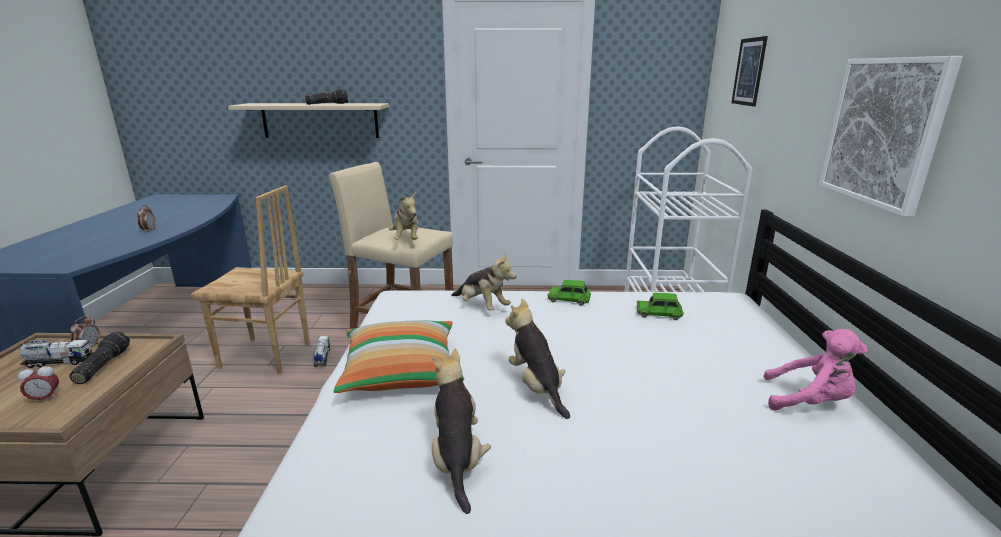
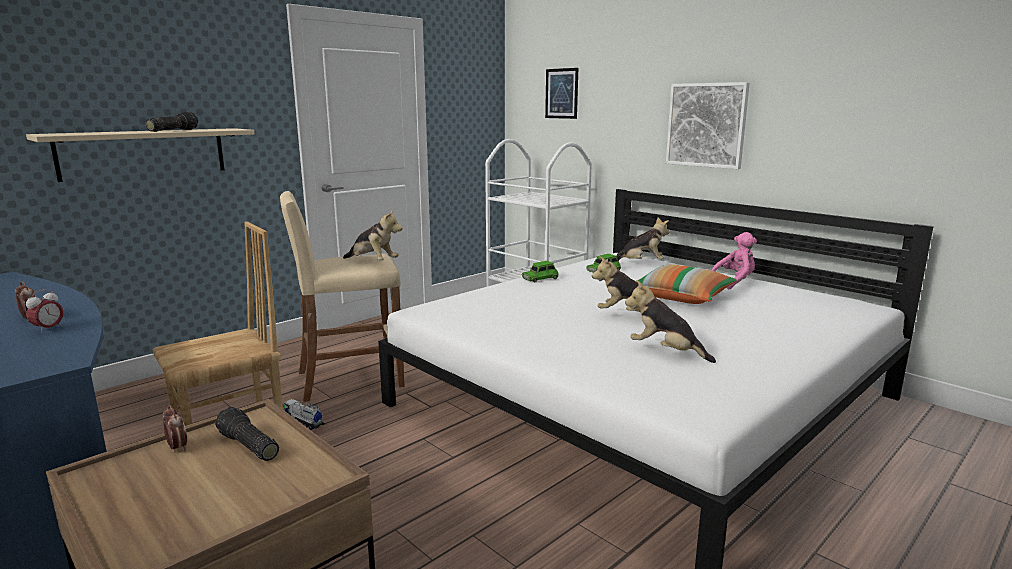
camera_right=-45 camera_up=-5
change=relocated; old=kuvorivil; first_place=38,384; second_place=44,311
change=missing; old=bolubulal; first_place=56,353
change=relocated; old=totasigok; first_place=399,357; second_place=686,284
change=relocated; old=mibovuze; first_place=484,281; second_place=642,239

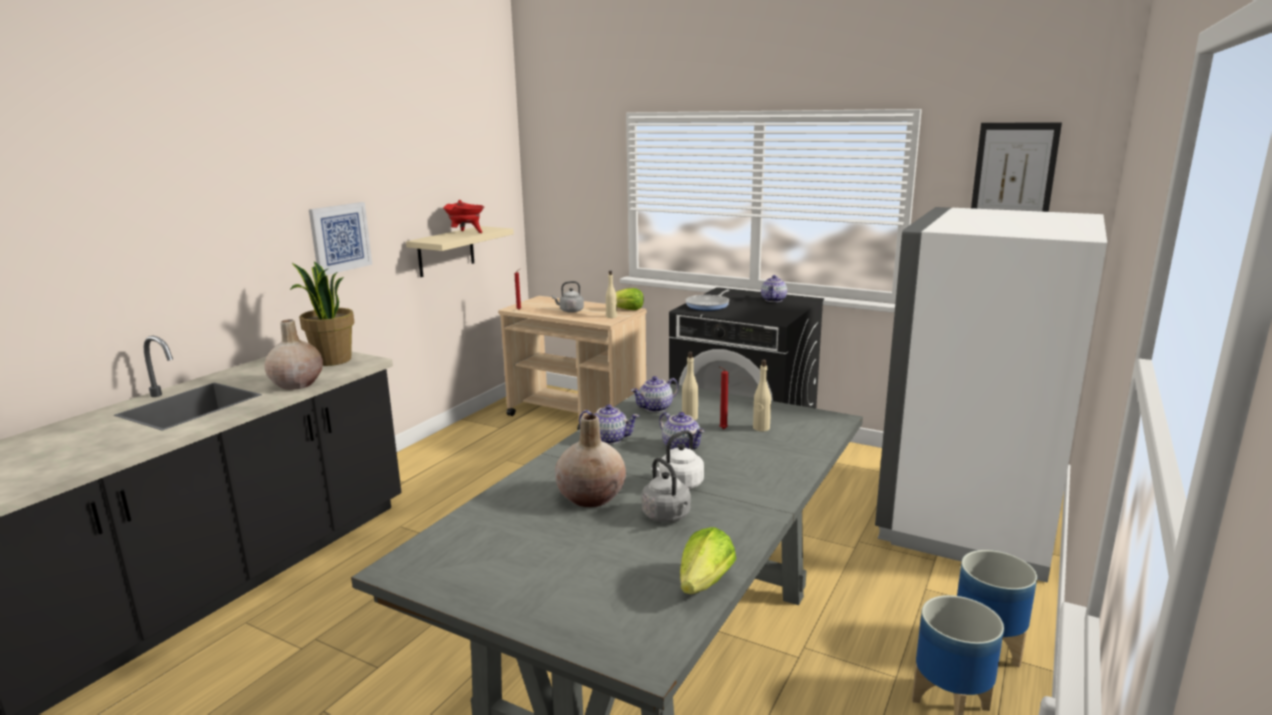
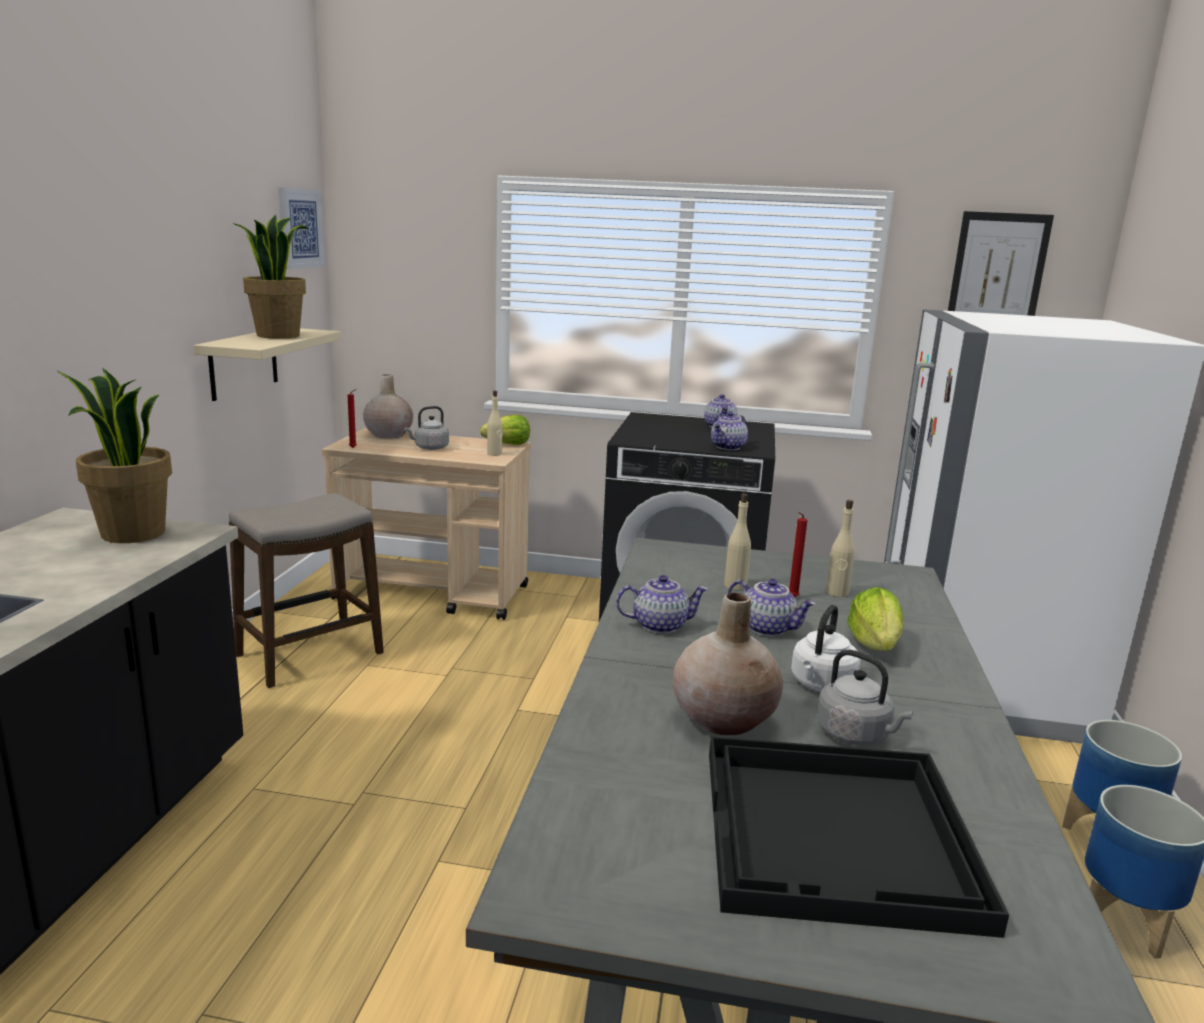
camera_right=-20 camera_up=0
change=relocated; old=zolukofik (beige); first_place=294,354; second_place=388,406
change=relocated; old=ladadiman; first_place=340,238; second_place=301,228
change=exchanged; old=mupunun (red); new=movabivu; first_place=463,216; second_place=271,276
change=relocated; old=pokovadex; first_place=655,394; second_place=729,431
change=relocated; old=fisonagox; first_place=708,560; second_place=875,619
change=missing; old=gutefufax; first_place=707,300
change=appeared; new=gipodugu; second_place=306,590
change=appeared; new=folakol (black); second_place=859,837

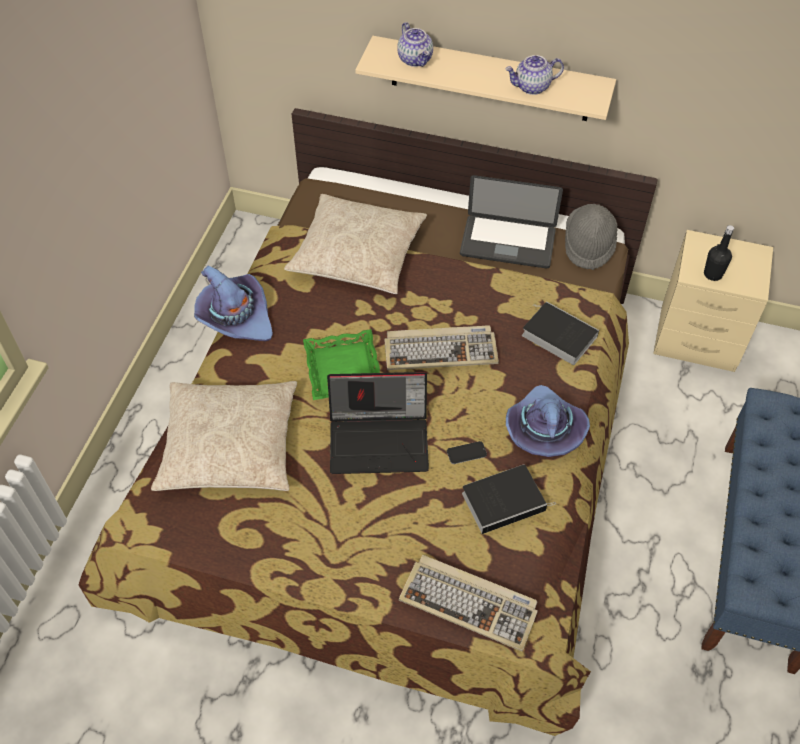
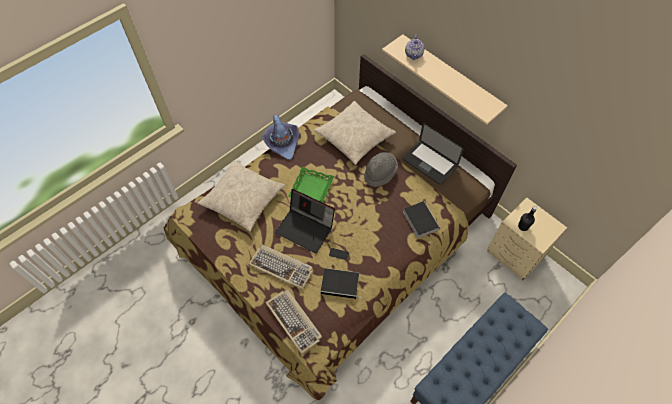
camera_right=30 camera_up=5
change=relocated; old=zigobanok; first_place=441,348; second_place=281,267
change=missing; old=pokovadex; first_place=535,75
change=missing; old=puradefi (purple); first_place=548,421
change=relocated; old=puradefi (grey); first_place=591,237; second_place=381,169

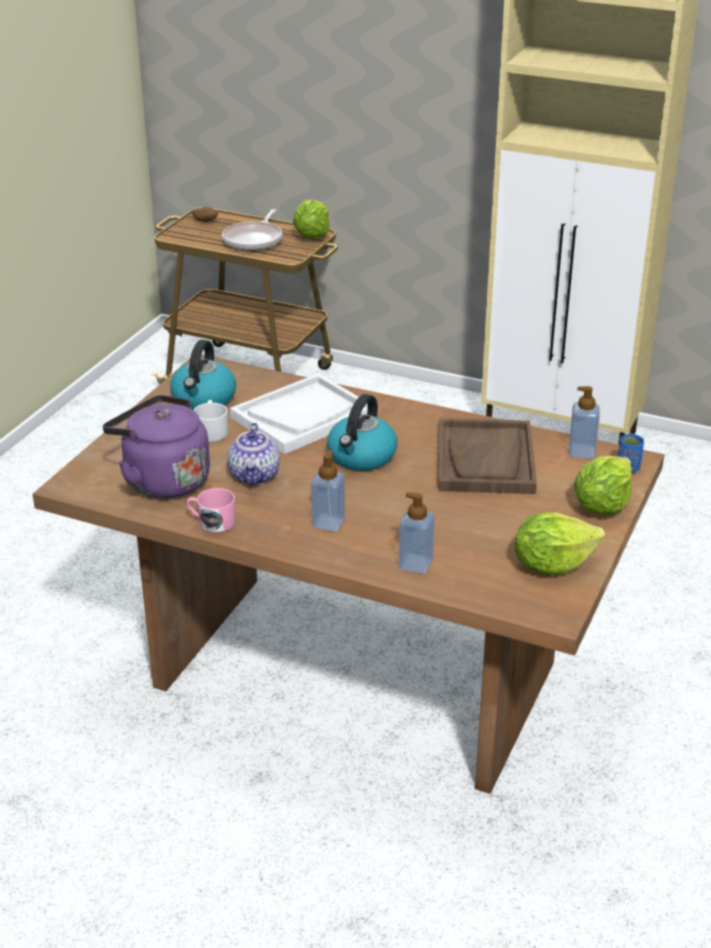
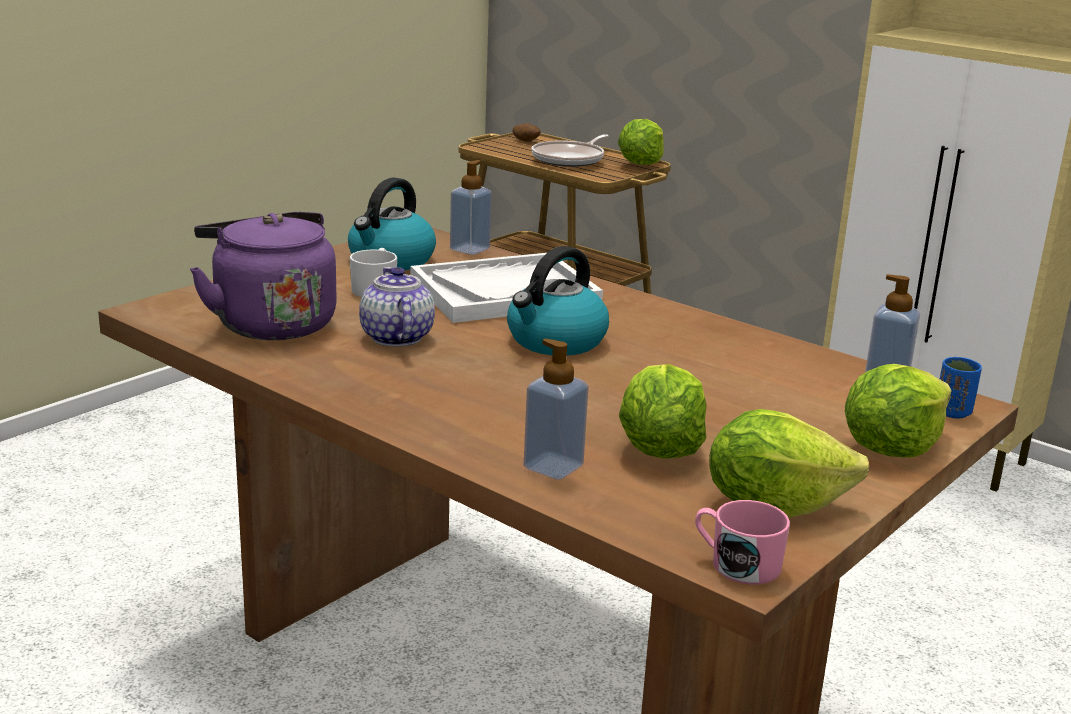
camera_right=15 camera_up=-10
change=relocated; old=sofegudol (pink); first_place=211,510; second_place=742,542
change=spun; old=pokovadex; first_place=253,454; second_place=397,307; degrees=150
change=relocated; old=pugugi; first_place=328,491; second_place=471,207
change=missing; old=folakol (brown); first_place=487,456
change=appeared; new=fisonagox; second_place=663,411

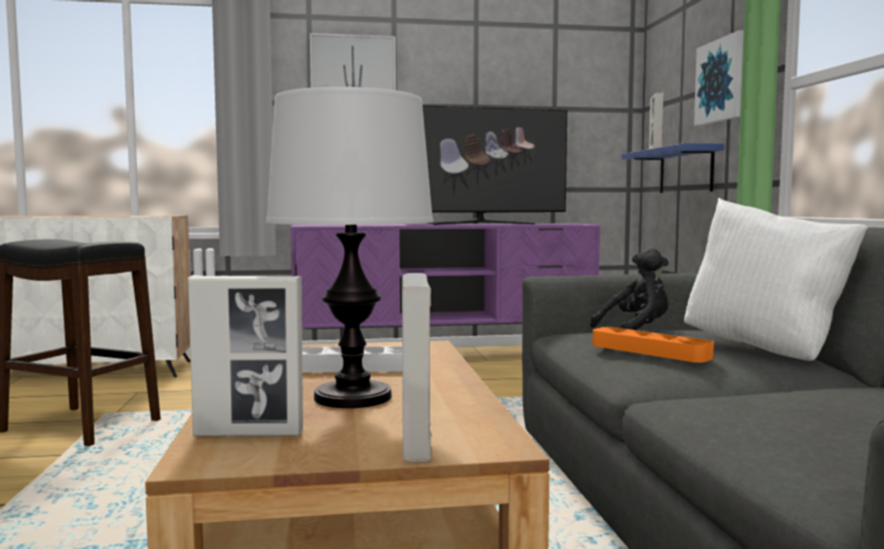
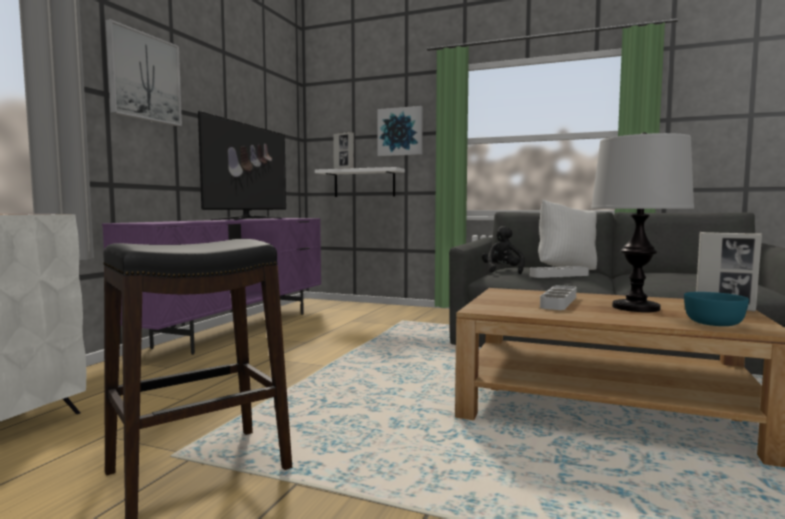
camera_right=-60 camera_up=0
change=exchanged; old=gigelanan; new=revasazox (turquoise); first_place=245,355; second_place=716,309
change=colour; old=folakol (orange); new=folakol (grey); first_place=653,345; second_place=559,272
change=colour; old=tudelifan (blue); new=tudelifan (white); first_place=673,168; second_place=360,182

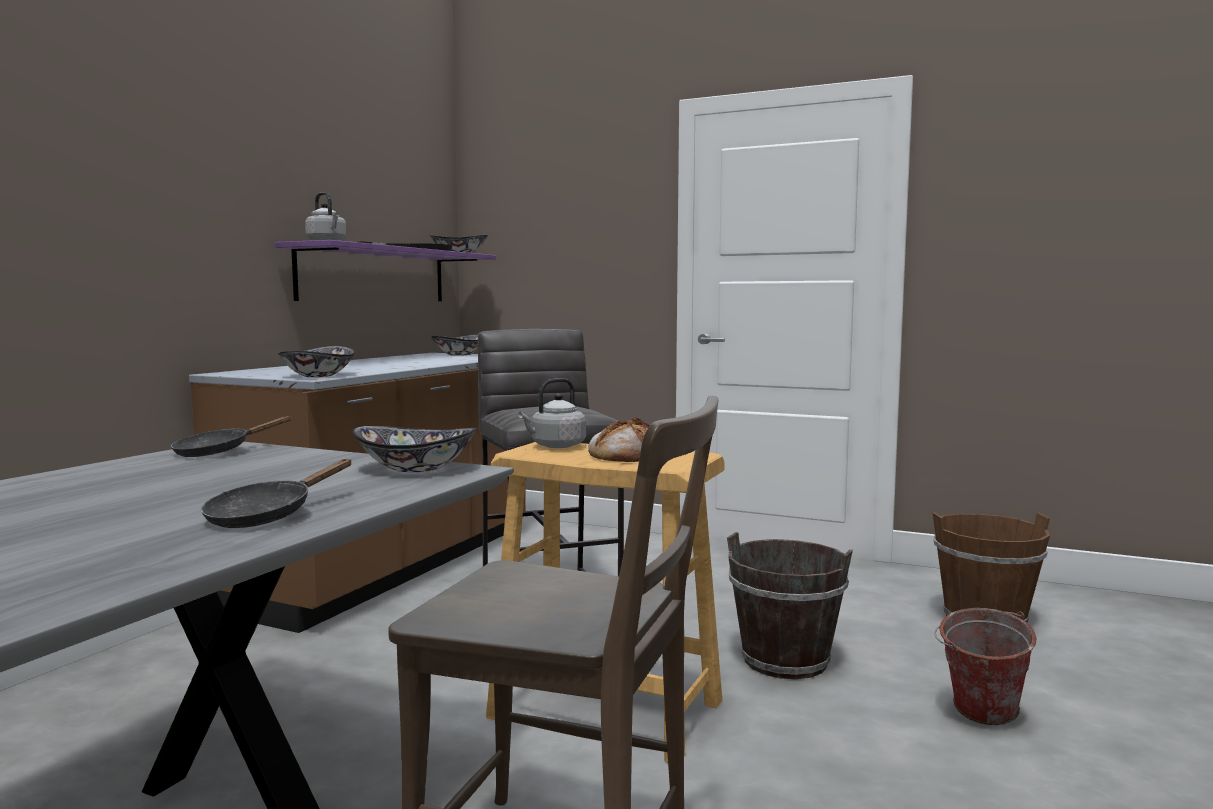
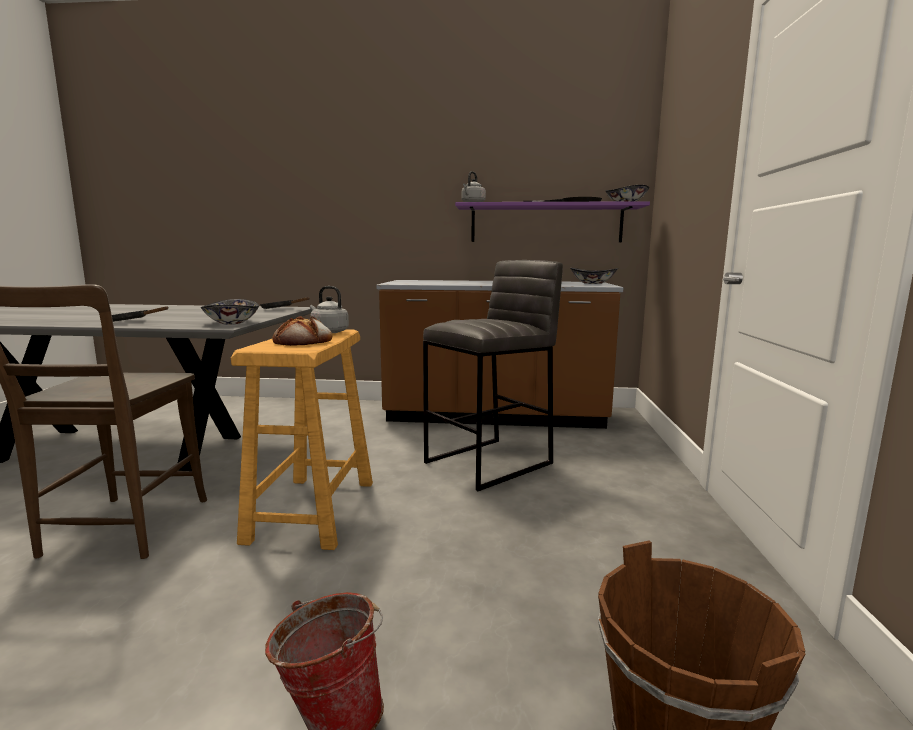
camera_right=70 camera_up=5
change=missing; old=revasazox; first_place=316,361
change=missing; old=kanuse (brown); first_place=790,605

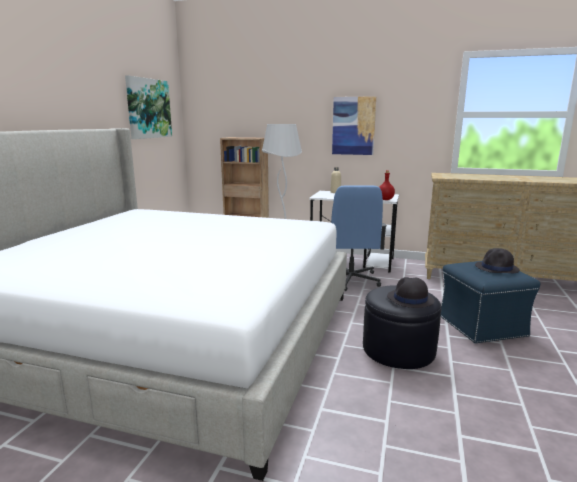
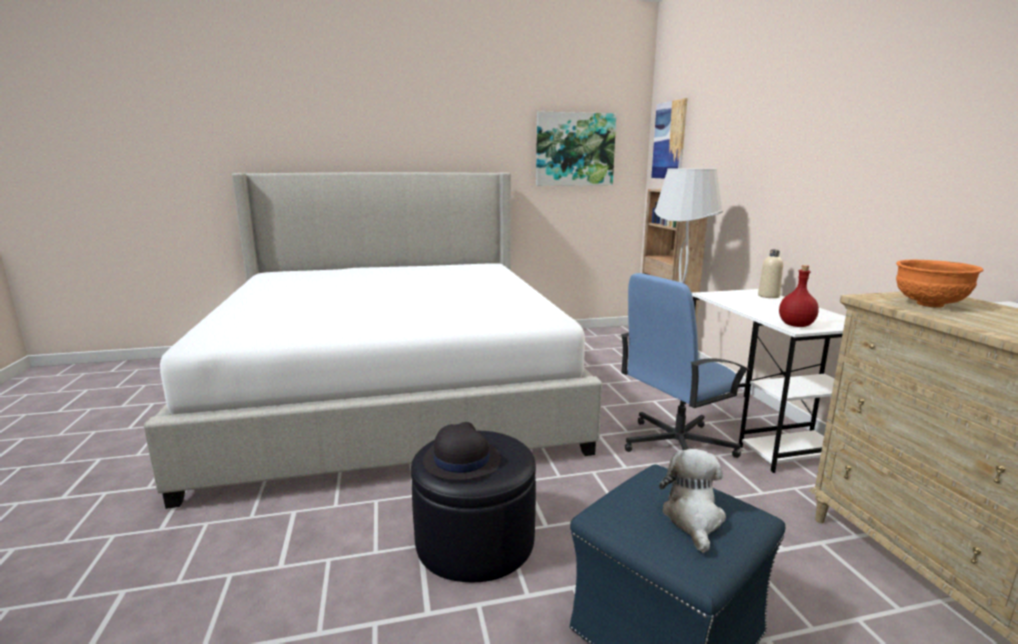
camera_right=60 camera_up=0
change=relocated; old=ladadiman; first_place=354,125; second_place=669,138
change=exchanged; old=puradefi (black); new=mibovuze; first_place=497,260; second_place=692,501
change=appeared; new=revasazox (orange); second_place=939,284

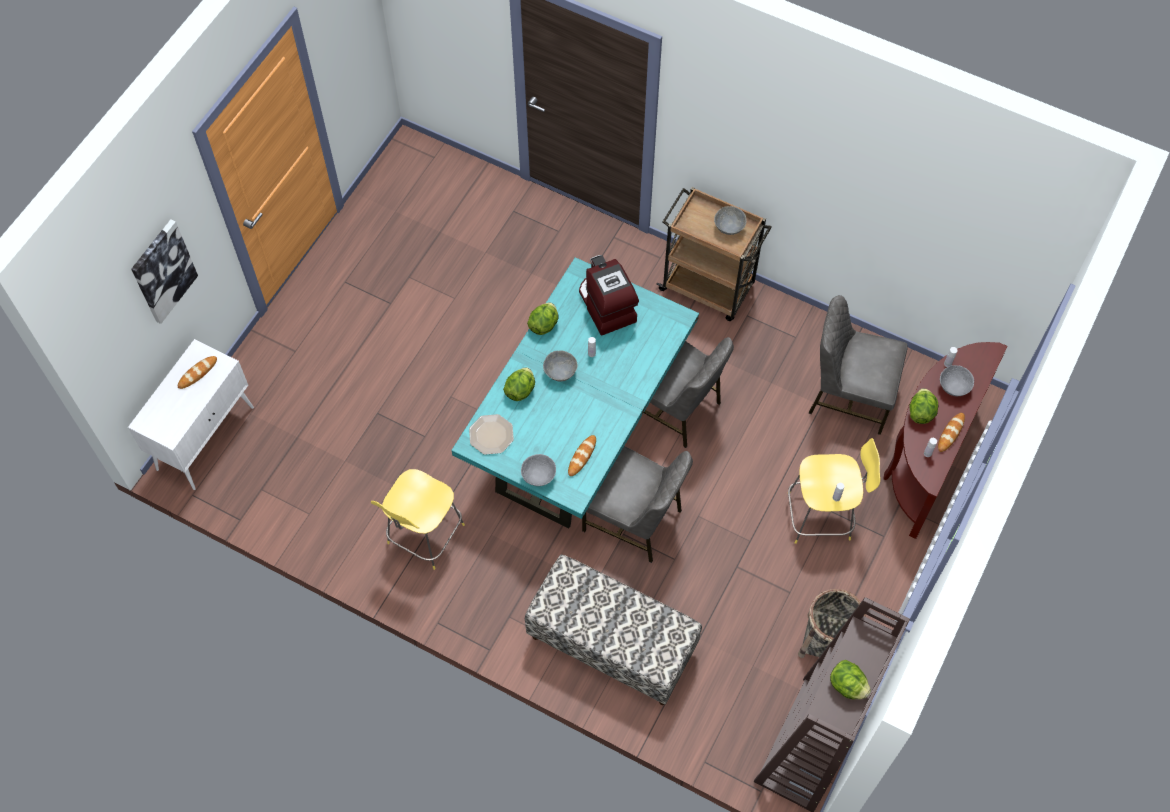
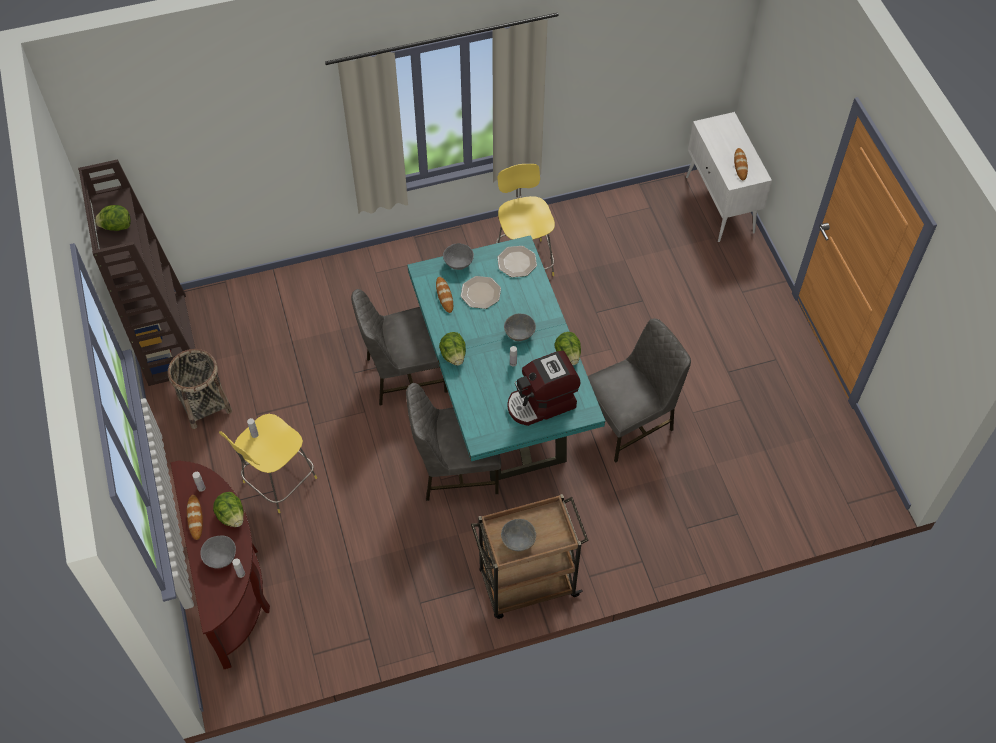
camera_right=135 camera_up=-5
change=missing; old=ladadiman; first_place=164,271
change=relocated; old=fisonagox; first_place=519,384; second_place=452,348
change=missing; old=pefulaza; first_place=613,629
change=spun; old=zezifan; first_place=609,295; second_place=544,388; degrees=135
change=relocated; old=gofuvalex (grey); first_place=858,365; second_place=639,390
change=appeared; new=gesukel; second_place=481,292

